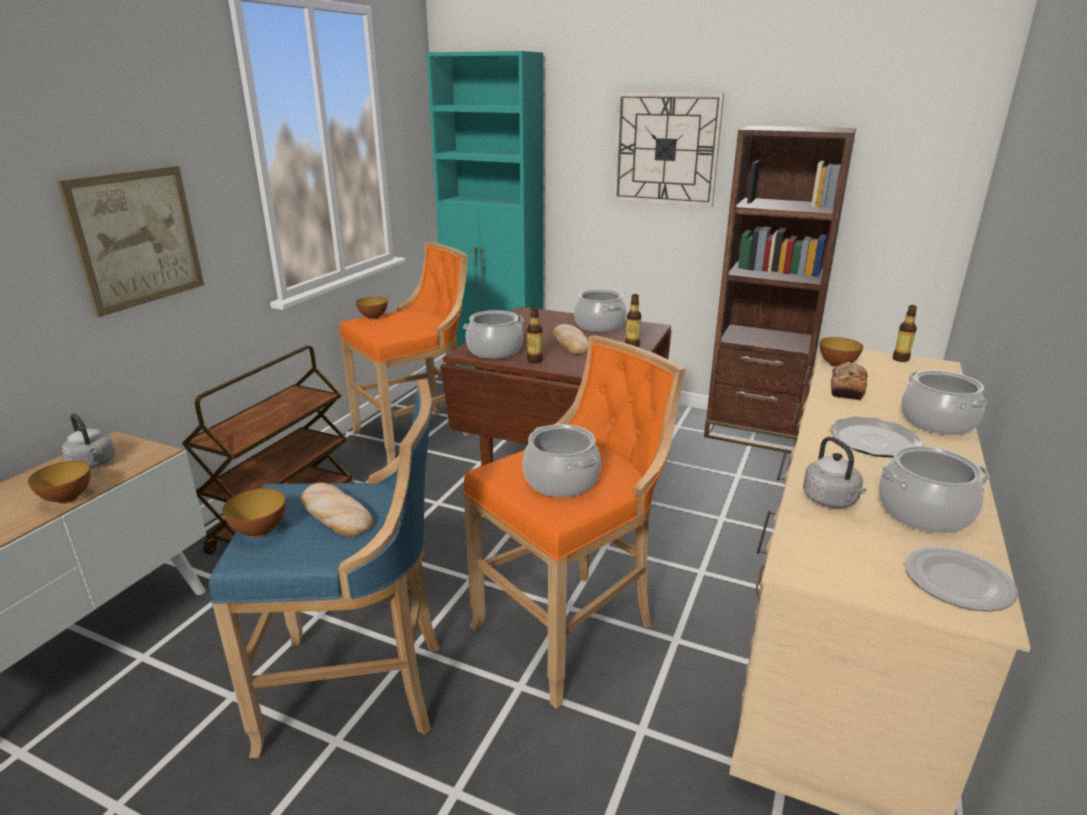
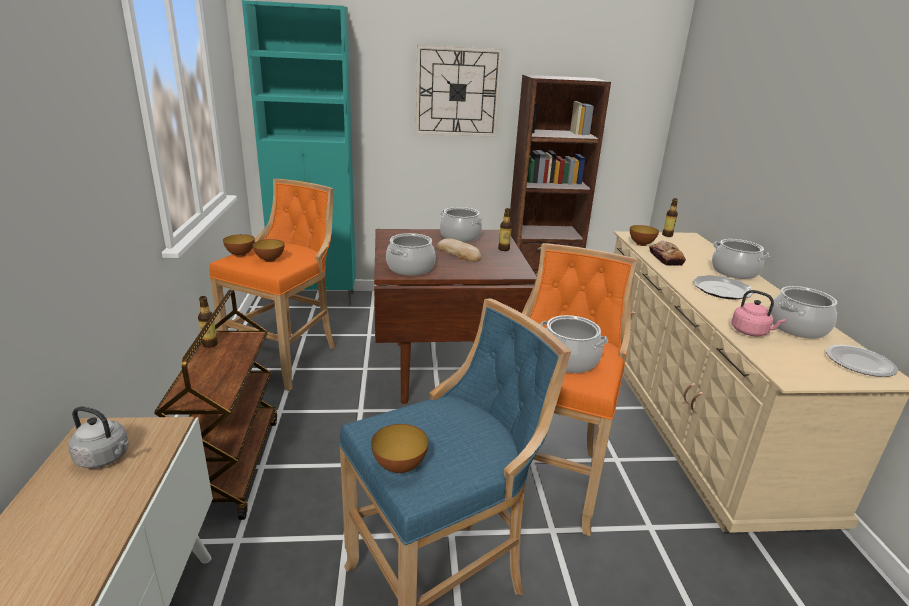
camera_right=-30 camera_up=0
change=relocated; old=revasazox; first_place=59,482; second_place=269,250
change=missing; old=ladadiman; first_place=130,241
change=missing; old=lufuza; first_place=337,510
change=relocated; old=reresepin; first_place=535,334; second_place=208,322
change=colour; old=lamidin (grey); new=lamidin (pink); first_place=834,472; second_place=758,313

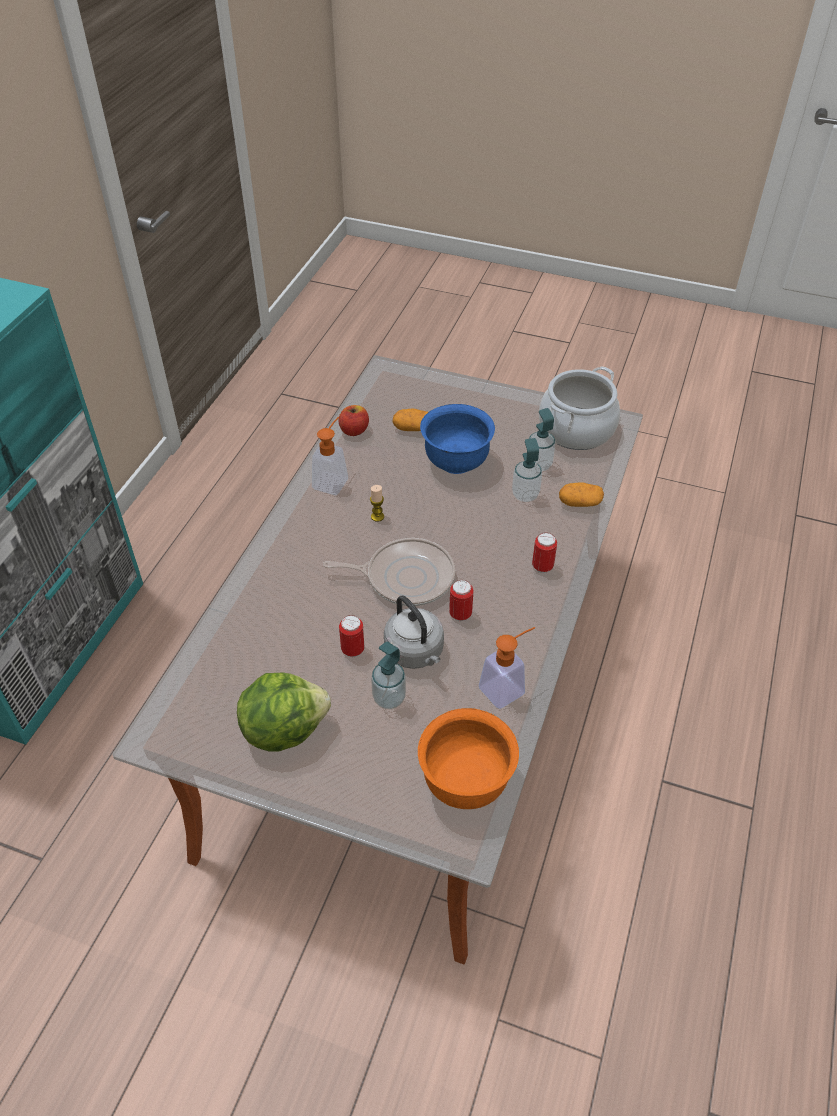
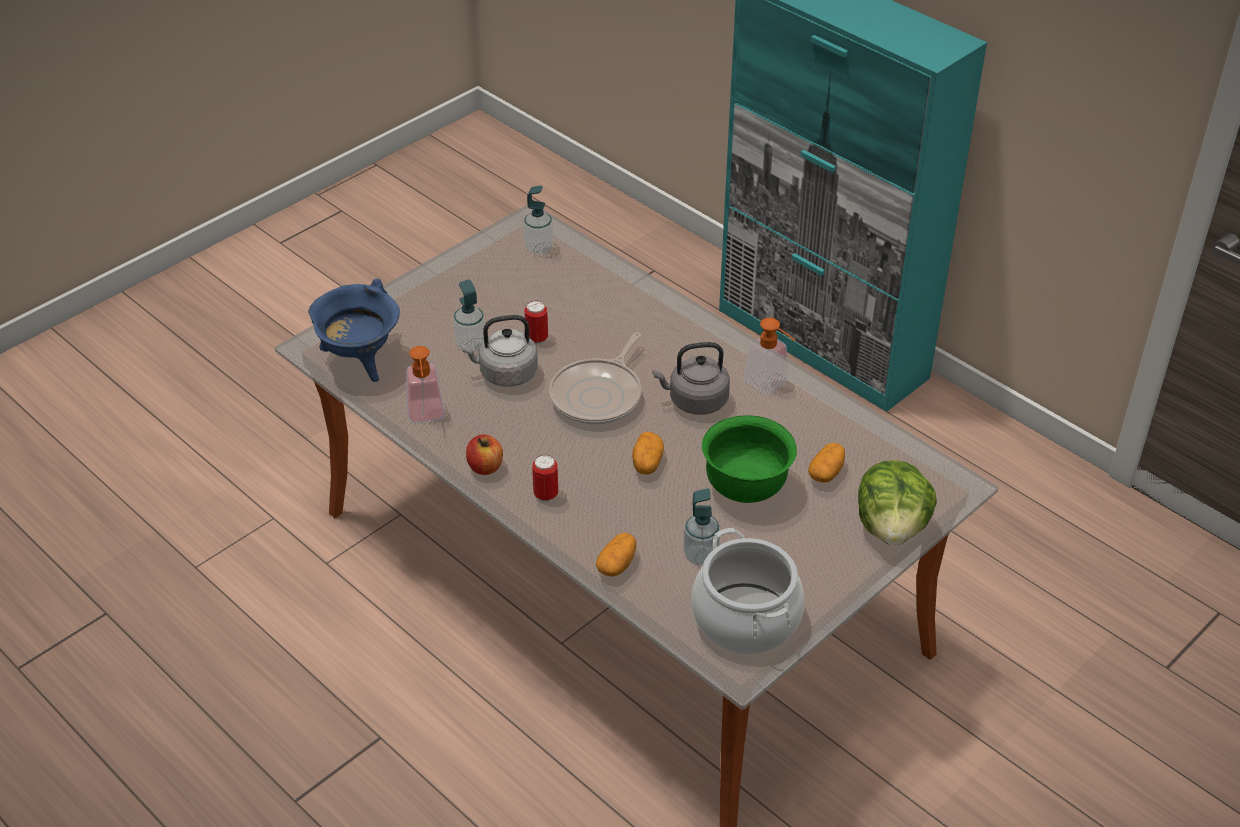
camera_right=115 camera_up=-5
change=relocated; old=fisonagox; first_place=284,712; second_place=897,502
change=relocated; old=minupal; first_place=354,420; second_place=484,454
change=exchanged; old=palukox; new=lamidin (grey); first_place=377,503; second_place=691,378
change=exchanged; old=revasazox (orange); new=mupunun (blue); first_place=468,758; second_place=354,330
change=colour; old=revasazox (blue); new=revasazox (green); first_place=457,439; second_place=749,459
change=missing; old=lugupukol; first_place=461,600
change=relocated; old=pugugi; first_place=527,470; second_place=538,220
change=appeared; new=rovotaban; second_place=648,453

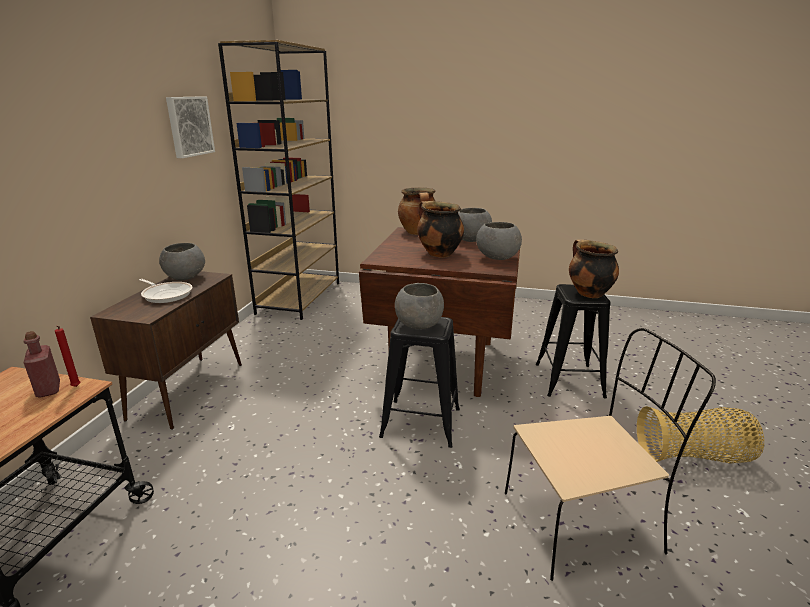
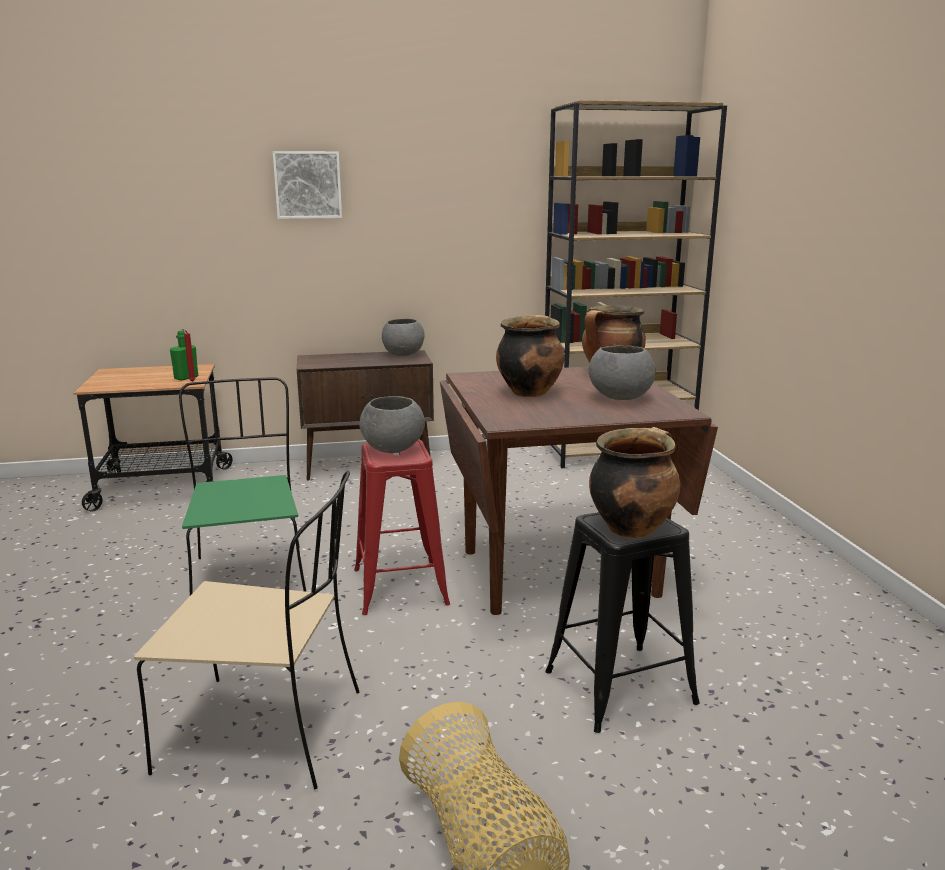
camera_right=65 camera_up=-5
change=colour; old=reresepin (red); new=reresepin (green); first_place=41,364; second_place=184,355
change=missing; old=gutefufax; first_place=165,291
change=relocated; old=ladadiman; first_place=190,127; second_place=307,185
change=colour; old=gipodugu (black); new=gipodugu (red); first_place=419,382; second_place=402,527
change=missing; old=revasazox (grey); first_place=499,241
change=spun; old=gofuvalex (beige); first_place=610,454; second_place=246,630; degrees=-45
change=appeared; new=gofuvalex (green); second_place=242,486

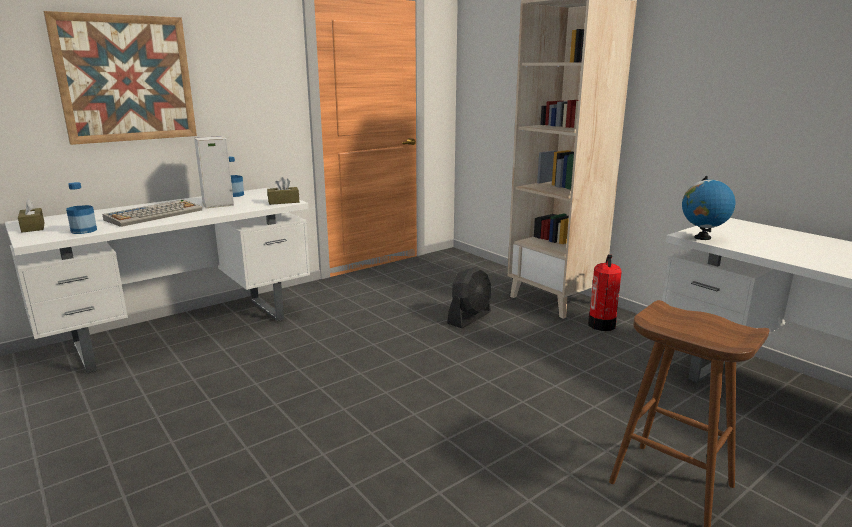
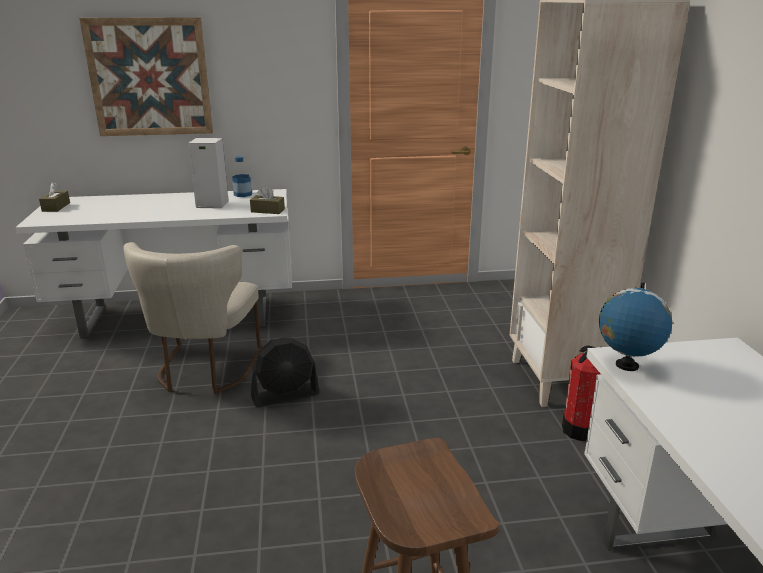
camera_right=30 camera_up=5
change=missing; old=reresepin; first_place=81,208
change=missing; old=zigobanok; first_place=152,213
change=relocated; old=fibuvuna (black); first_place=469,297; second_place=285,372
change=appeared; new=gofuvalex (beige); second_place=192,318

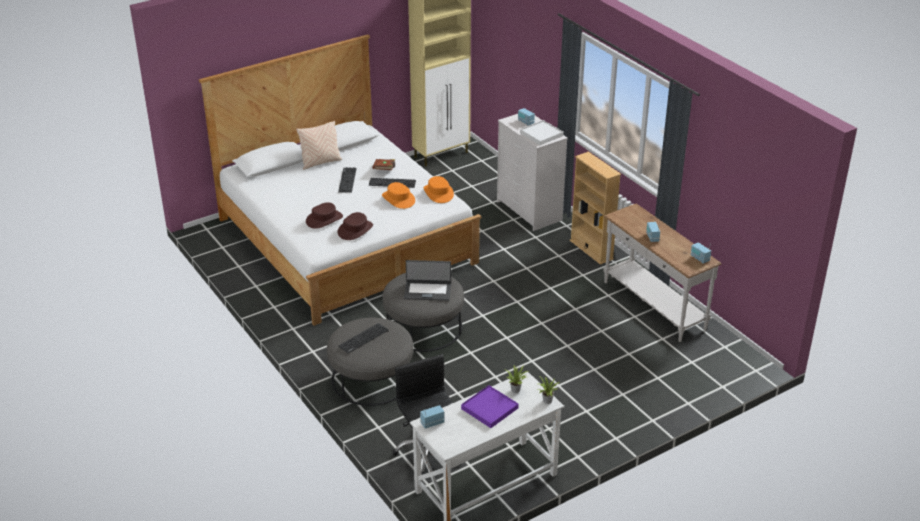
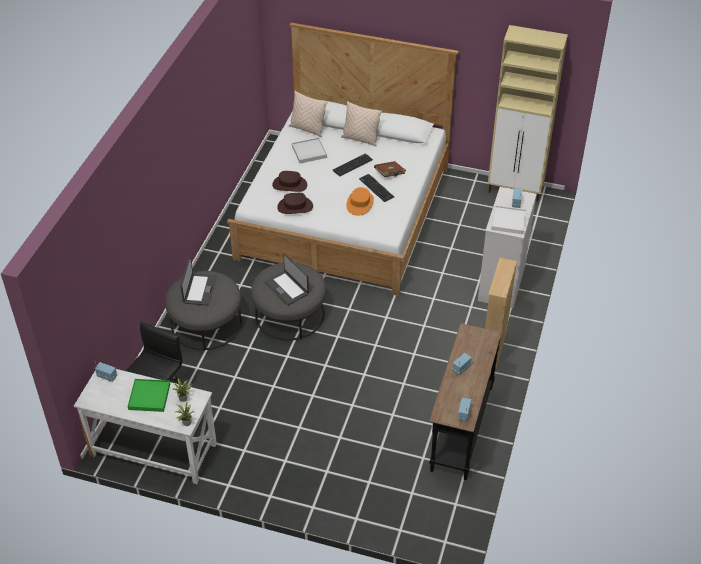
camera_right=50 camera_up=10
change=exchanged; old=zigobanok; new=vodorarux; first_place=363,338; second_place=198,280
change=missing; old=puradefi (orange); first_place=439,189
change=colour; old=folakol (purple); new=folakol (green); first_place=490,406; second_place=149,395
change=colour; old=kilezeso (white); new=kilezeso (black); first_place=662,272; second_place=465,401
change=appeared; new=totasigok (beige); second_place=308,113
change=appeared; new=folakol (white); second_place=309,150

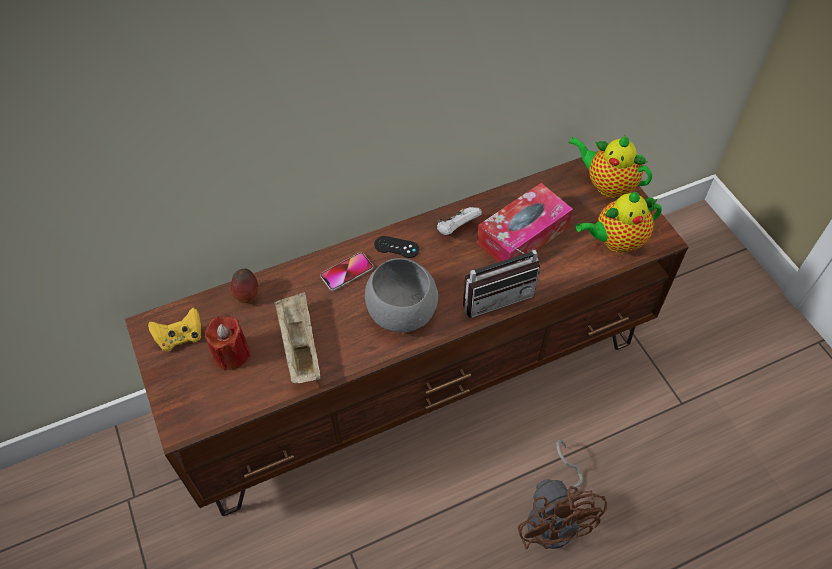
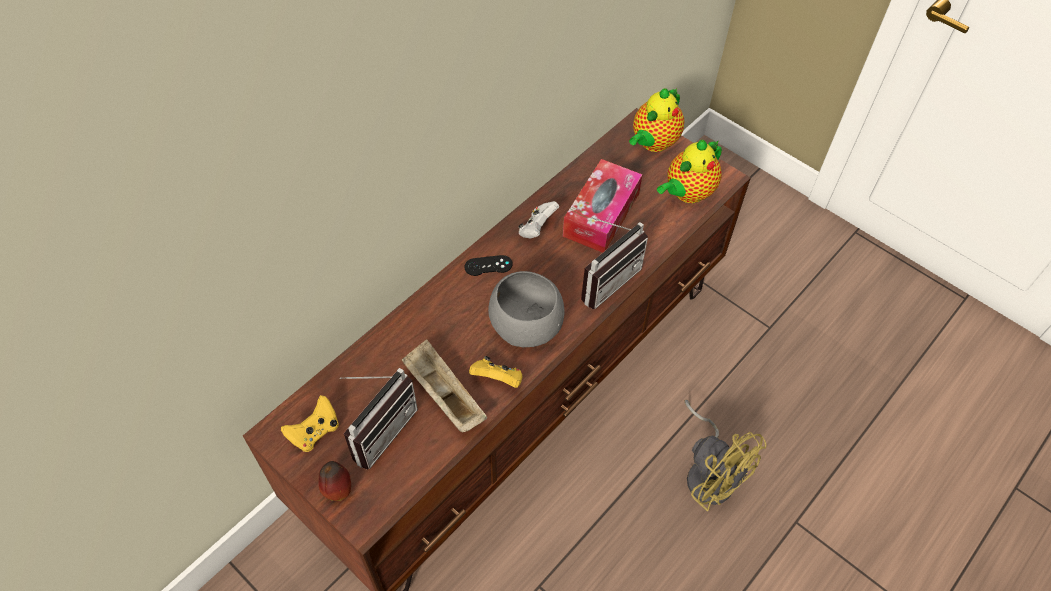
camera_right=-25 camera_up=0
change=exchanged; old=palukox (red); new=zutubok; first_place=228,343; second_place=379,419
change=relocated; old=minupal; first_place=244,286; second_place=335,481
change=missing; old=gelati; first_place=346,271
change=colour; old=fibuvuna (brown); new=fibuvuna (yellow); first_place=562,494; second_place=725,456
change=spun; old=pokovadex; first_place=610,166; second_place=656,120; degrees=-60
change=appeared; new=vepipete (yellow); second_place=495,372

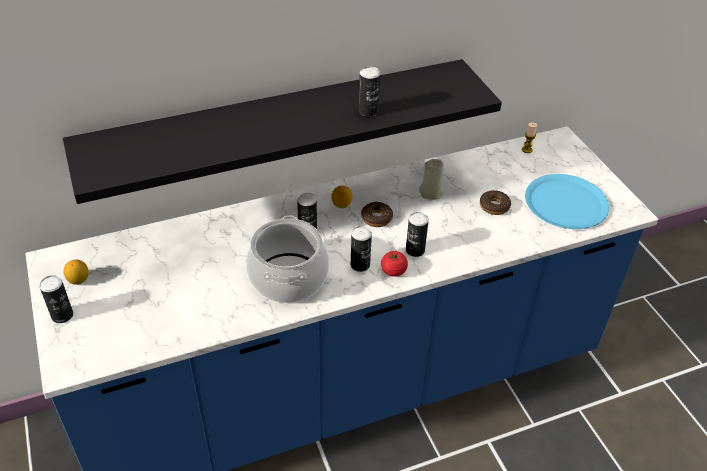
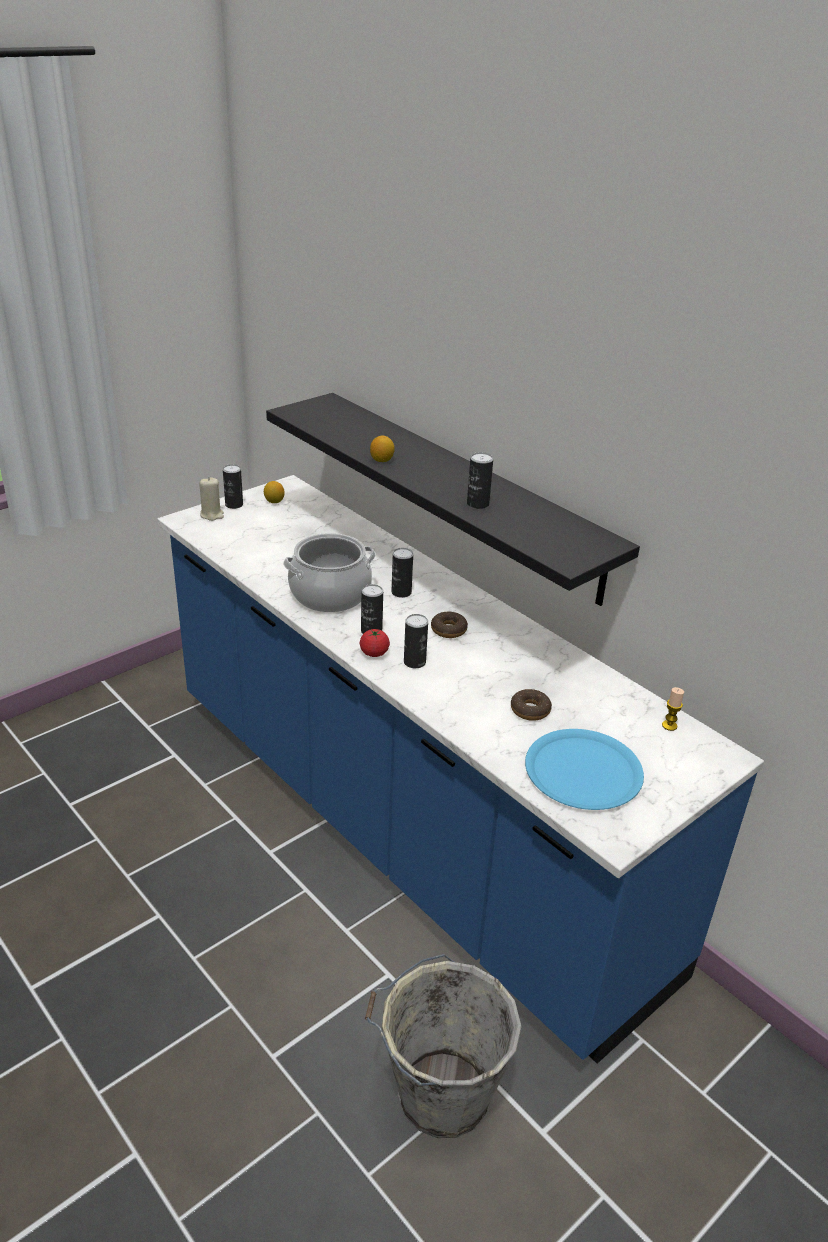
camera_right=70 camera_up=-10
change=relocated; old=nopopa; first_place=342,197; second_place=382,449
change=relocated; old=palukox (beige); first_place=431,179; second_place=211,499
change=appeared; new=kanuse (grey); second_place=443,1046

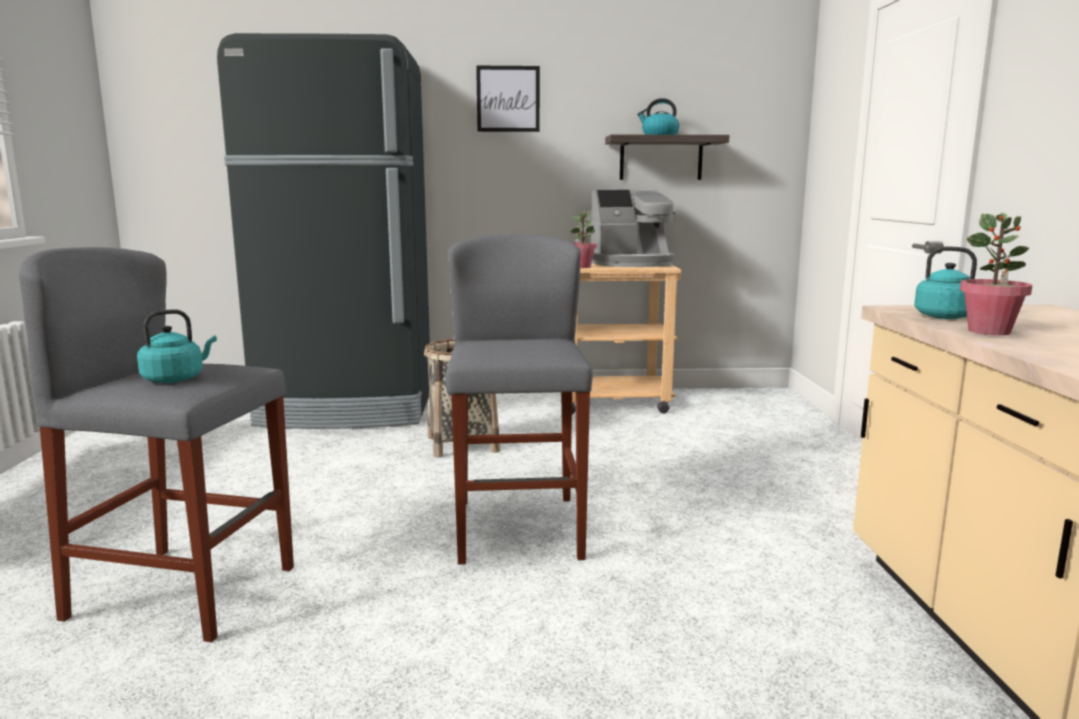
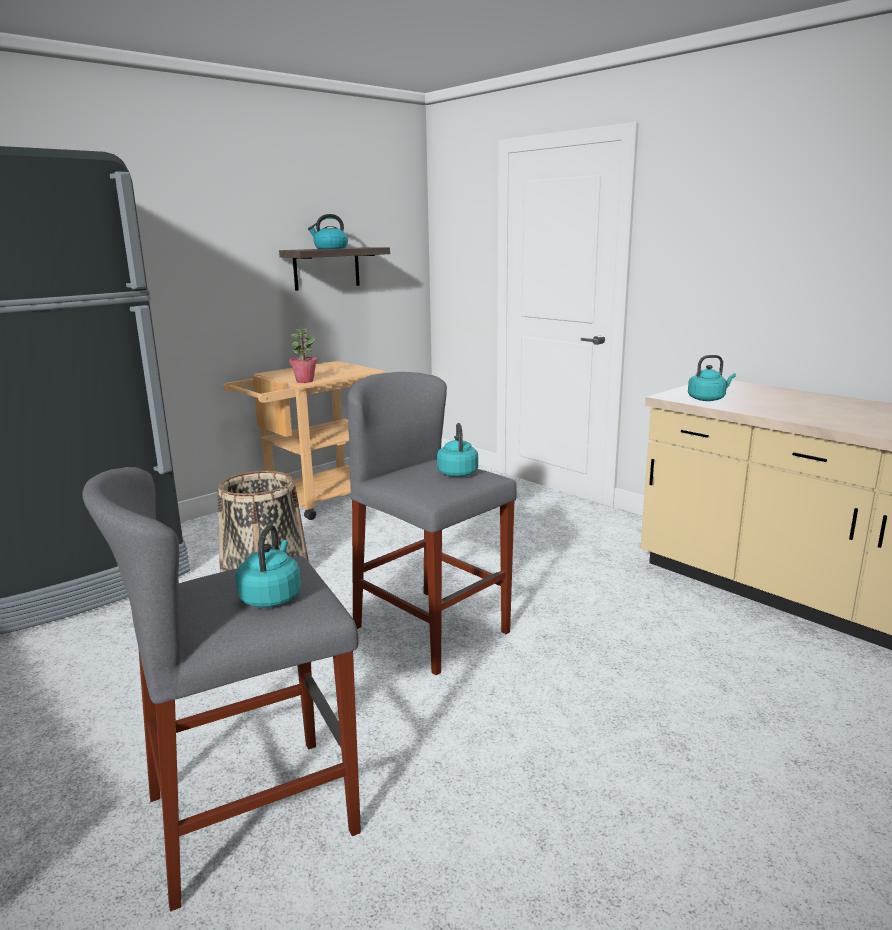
camera_right=-40 camera_up=5
change=missing; old=ladadiman; first_place=508,99
change=missing; old=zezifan; first_place=633,228
change=missing; old=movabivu; first_place=996,274
change=appeared; new=lamidin (turquoise); second_place=457,450

